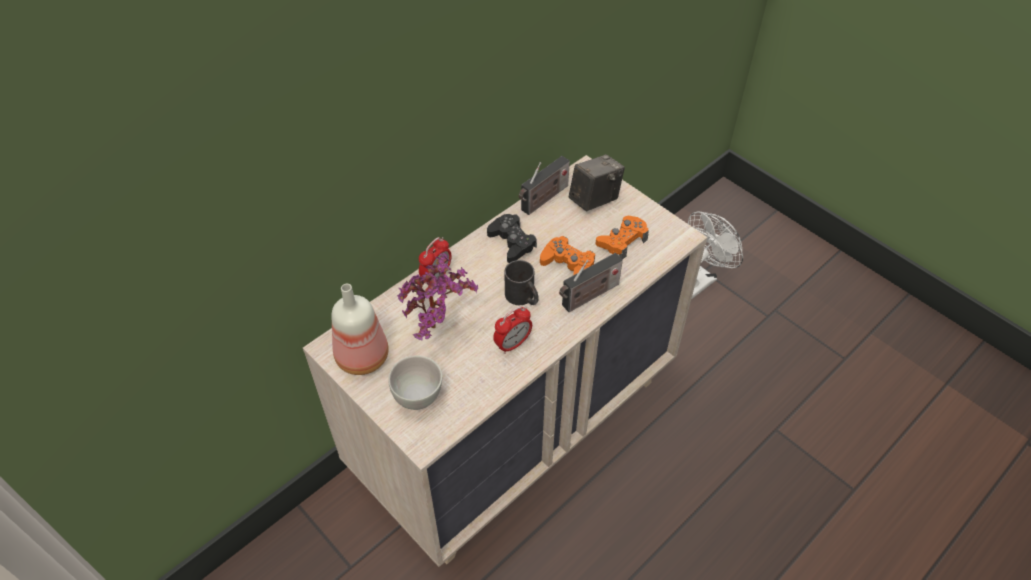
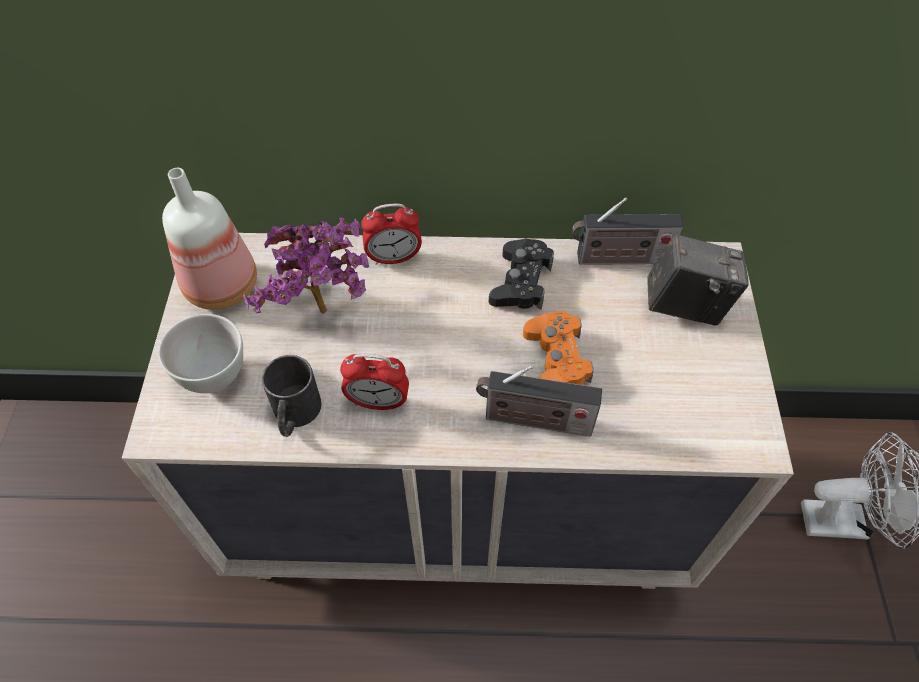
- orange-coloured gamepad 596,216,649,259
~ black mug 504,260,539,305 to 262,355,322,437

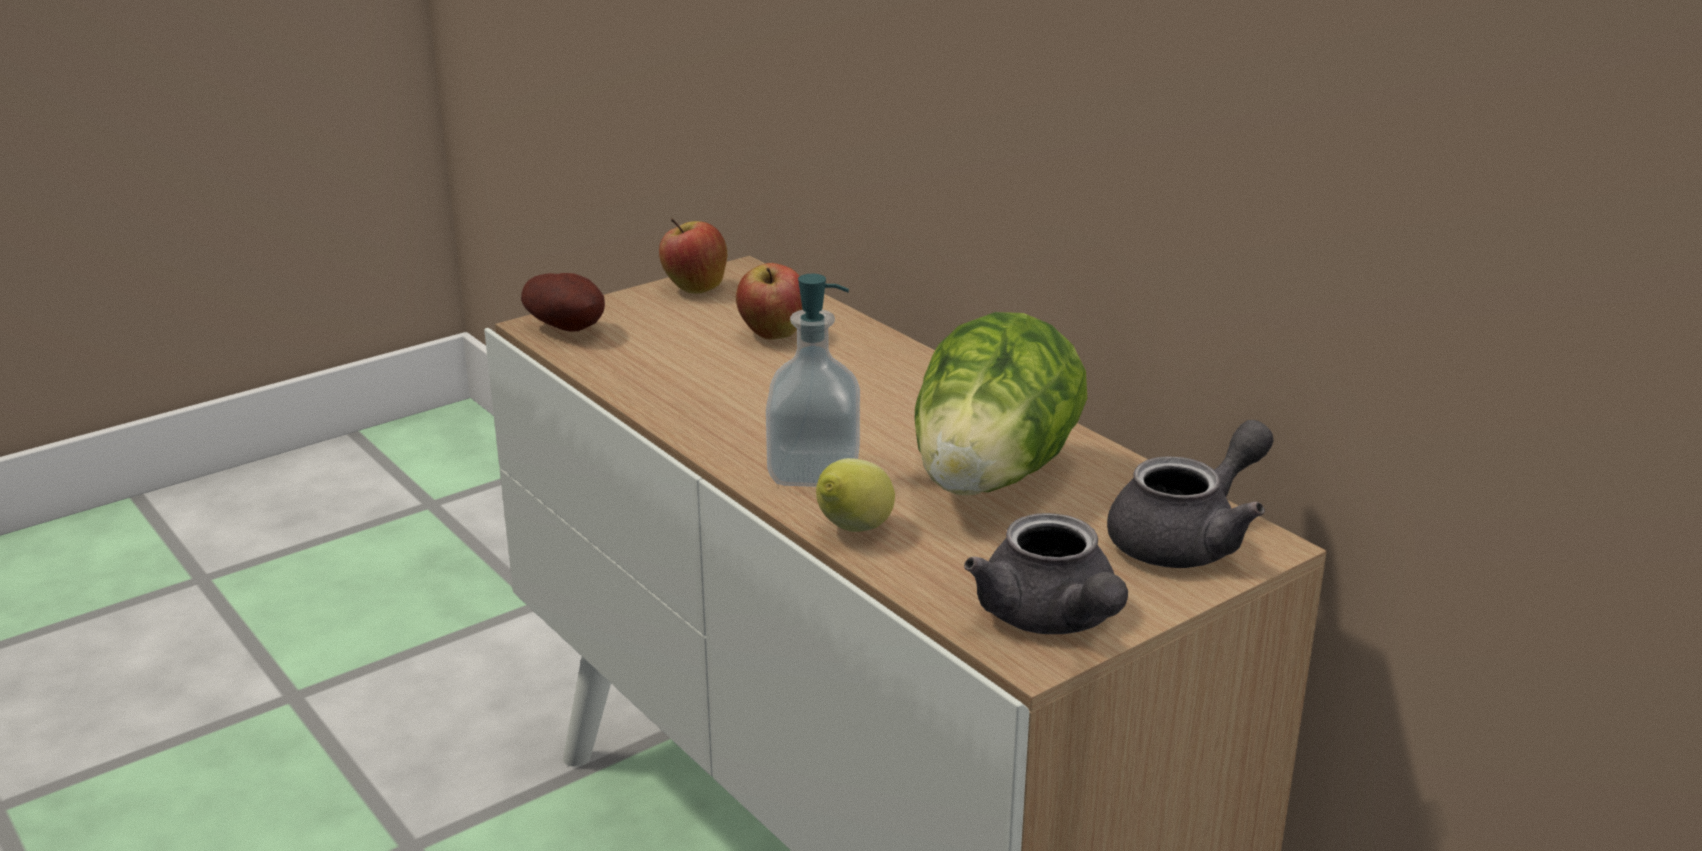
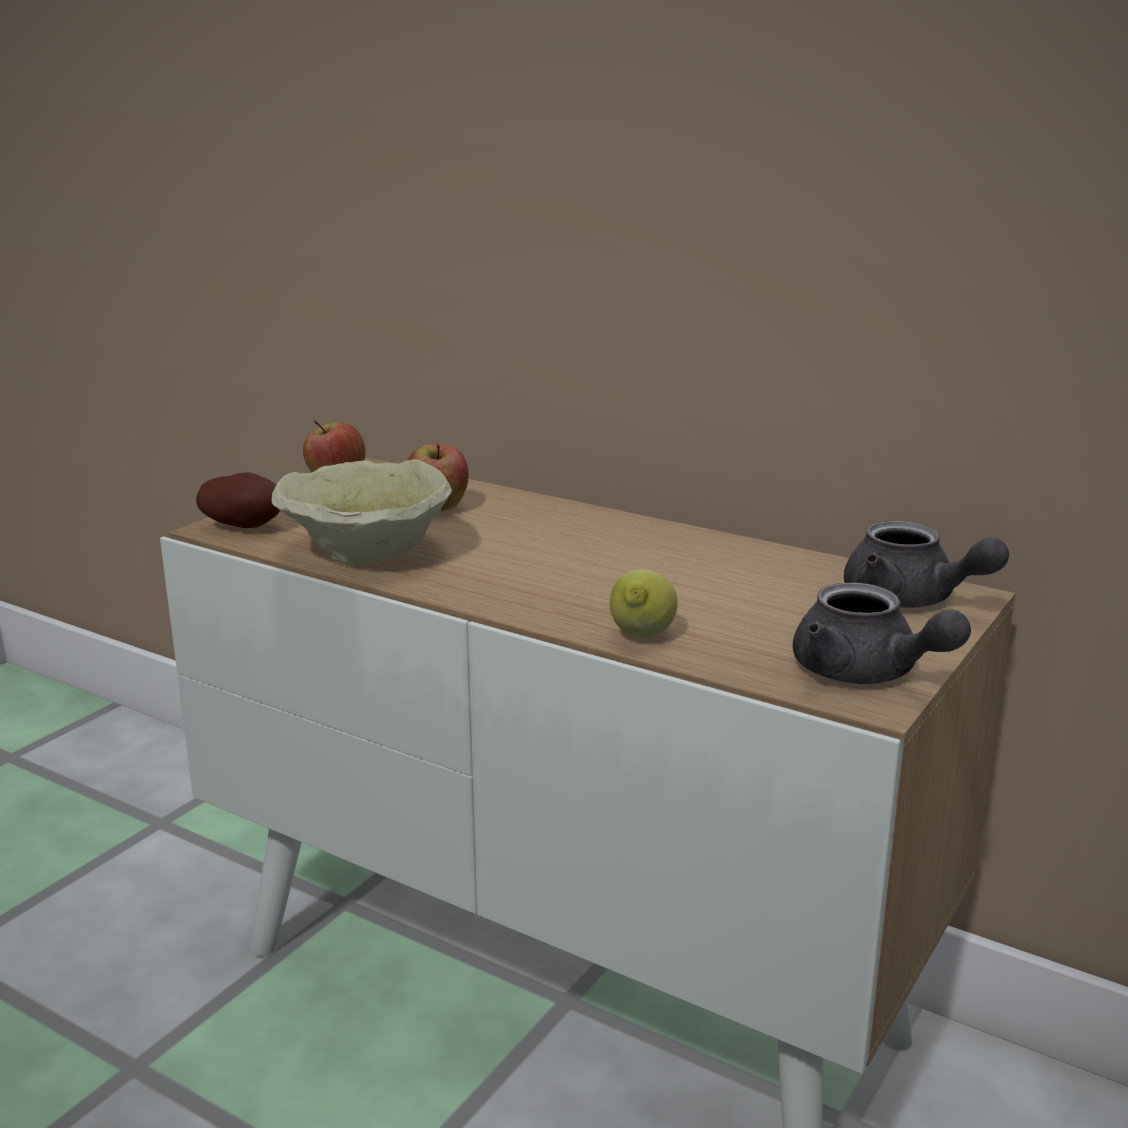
- liquid soap bottle 766,274,860,487
- lettuce head 915,312,1087,495
~ gray teapot 1107,420,1274,568 = 844,521,1009,608 105 degrees clockwise
+ beige-coloured serving bowl 272,459,452,566

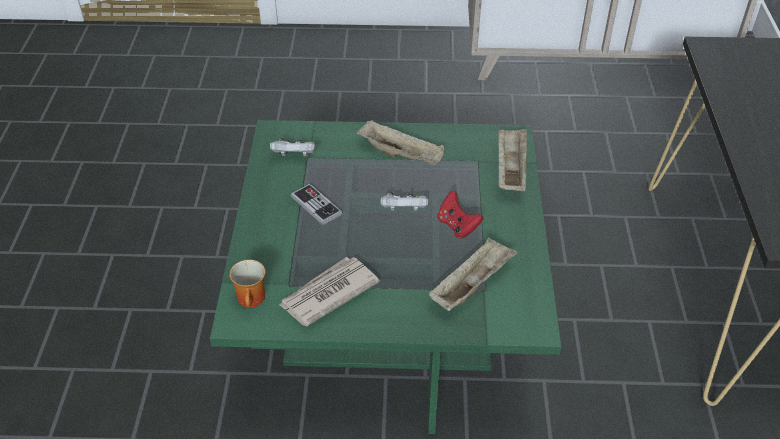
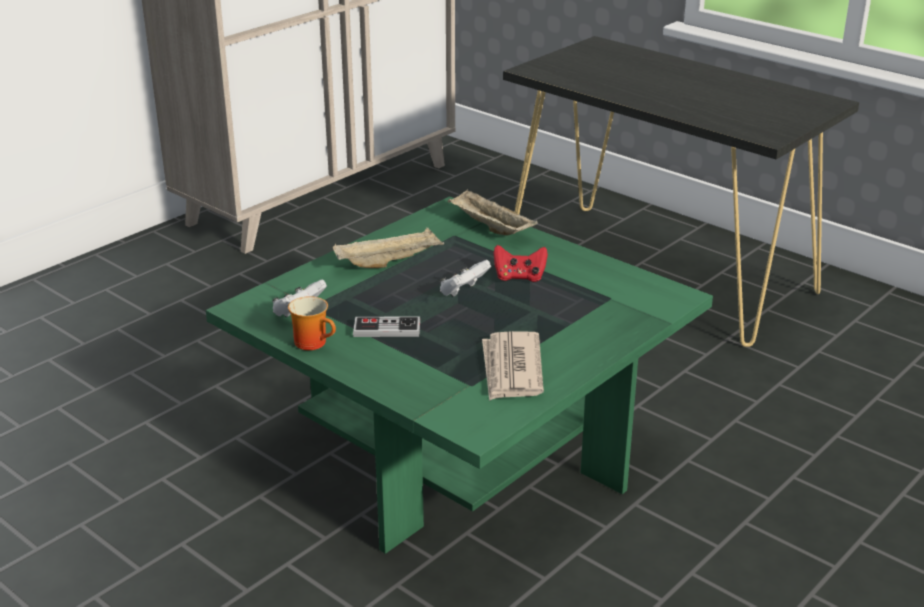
- beige-coloured serving tray 429,238,518,311
~ mug 230,260,265,308 to 288,296,336,350

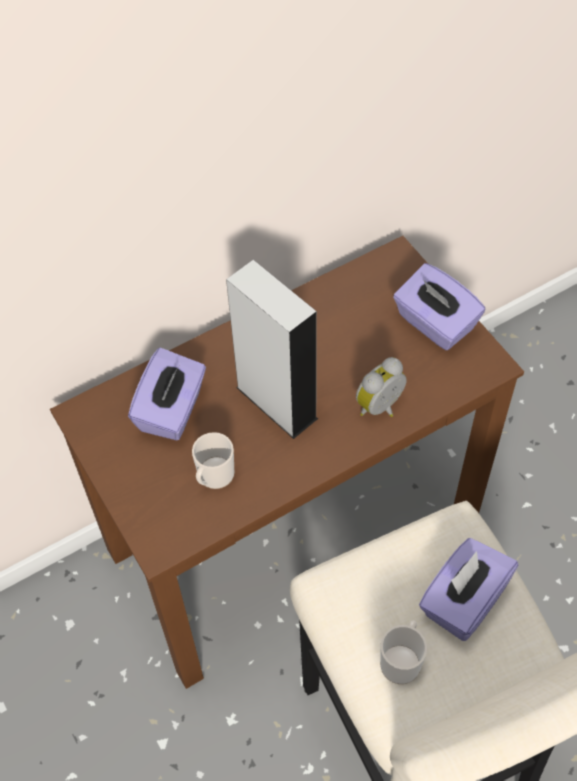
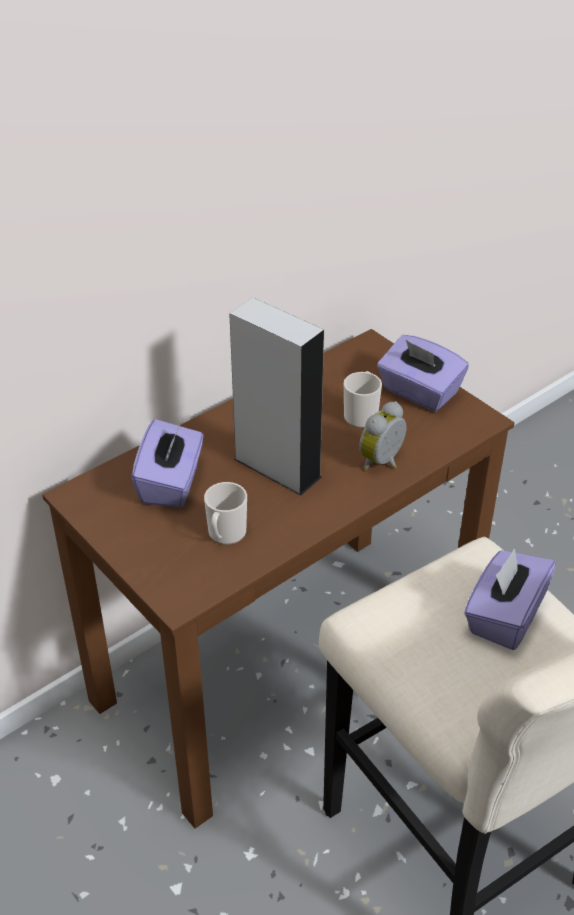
~ mug 380,621,427,684 to 344,371,382,428

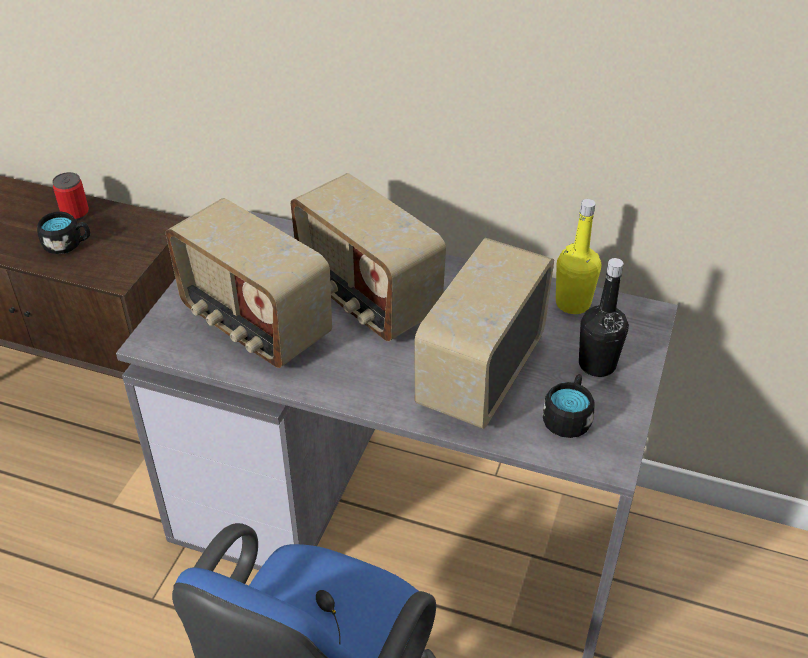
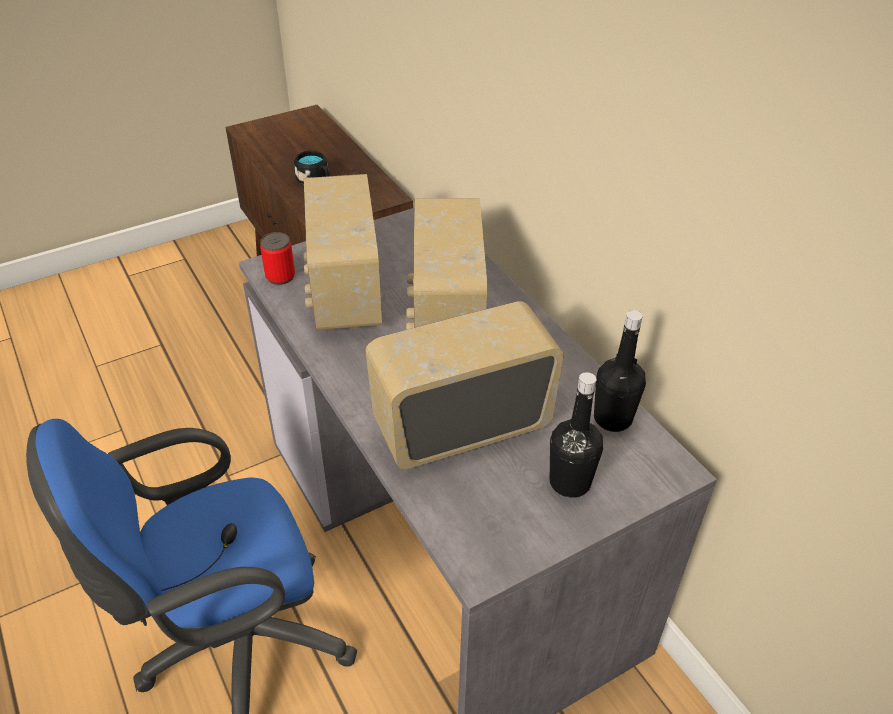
~ metal can 52,172,89,221 to 260,232,295,285
~ yellow drink bottle 556,199,601,314 to black drink bottle 594,310,646,432
- black mug 543,374,595,438

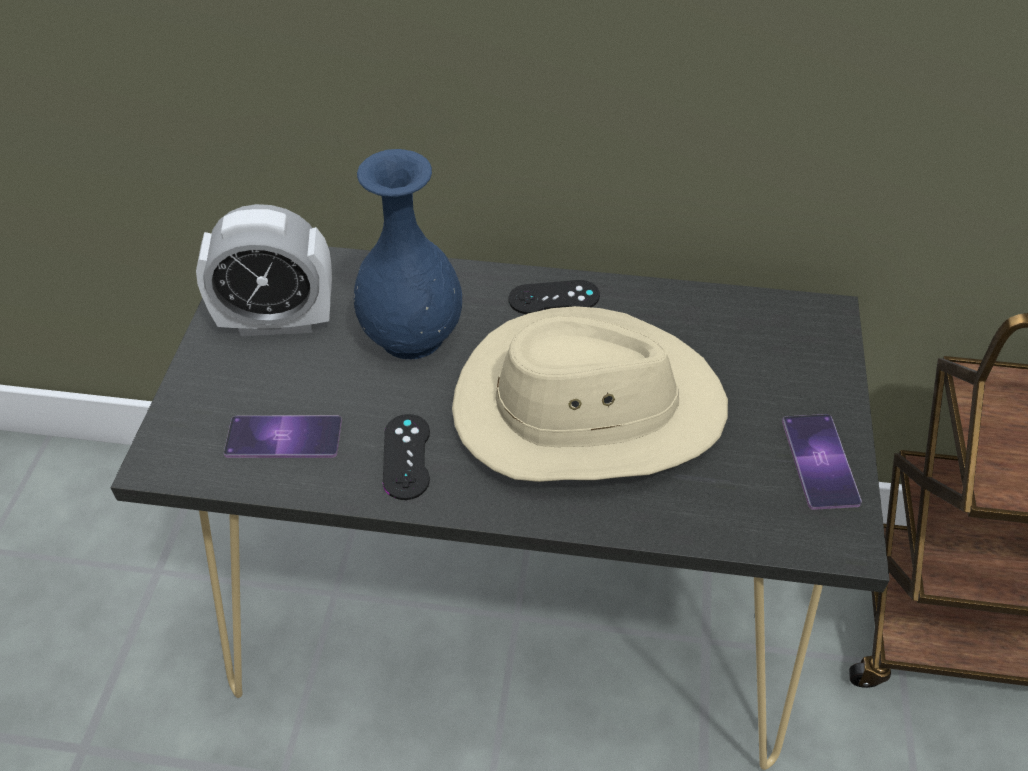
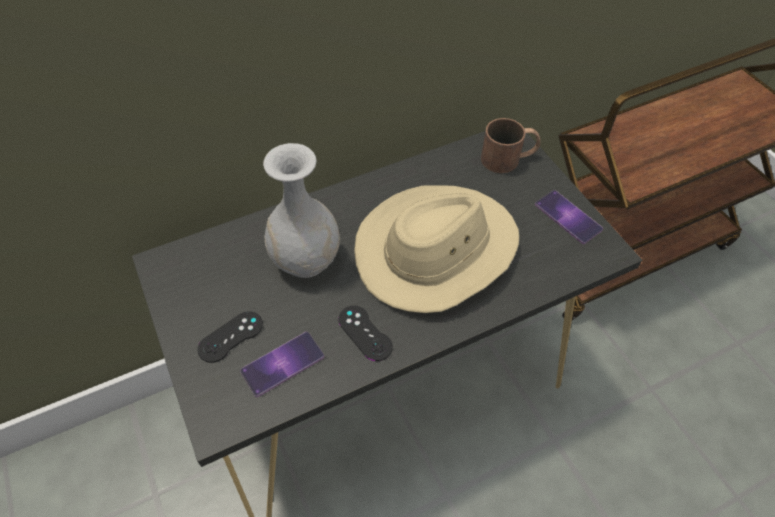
~ bluish flower vase 354,149,462,360 to white-coloured flower vase 263,143,340,278
- table clock 196,204,332,336
~ black gamepad 509,280,600,314 to 197,311,263,363
+ brown-coloured mug 481,118,541,173

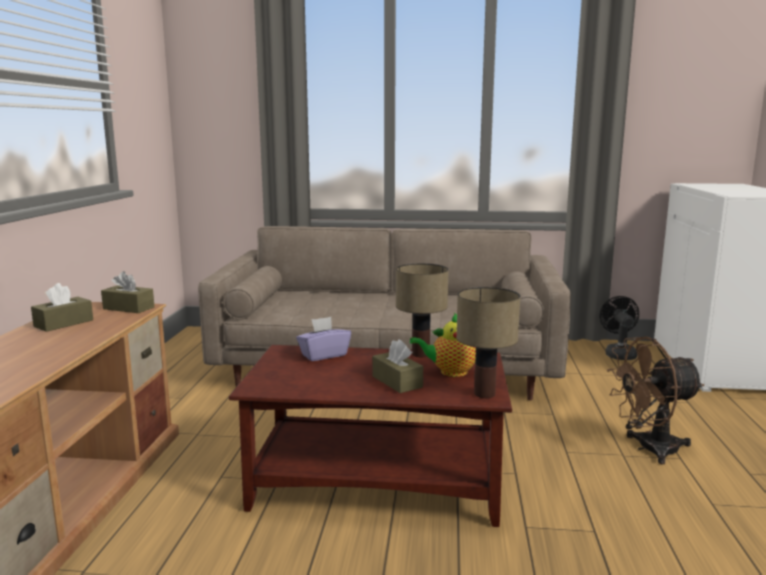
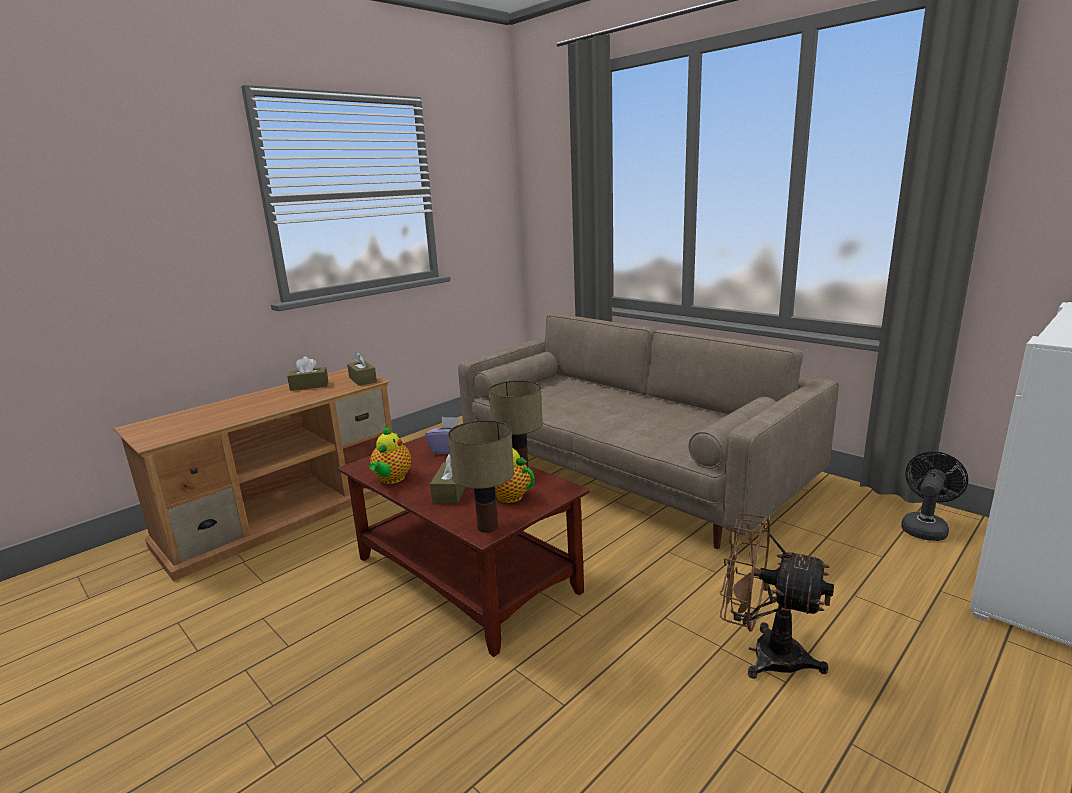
+ teapot 369,426,411,484

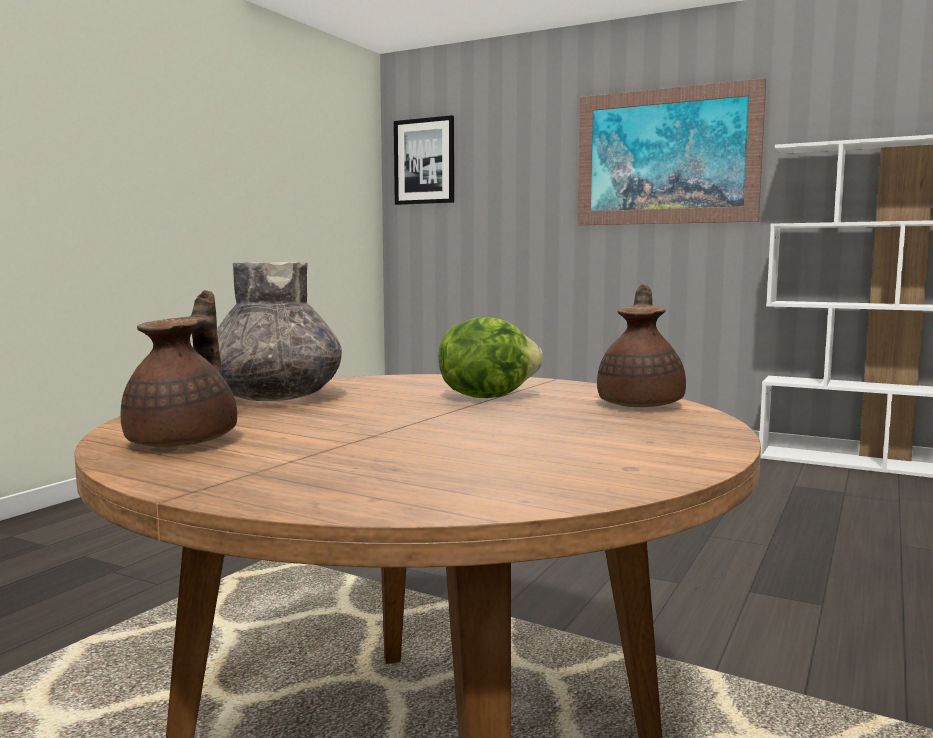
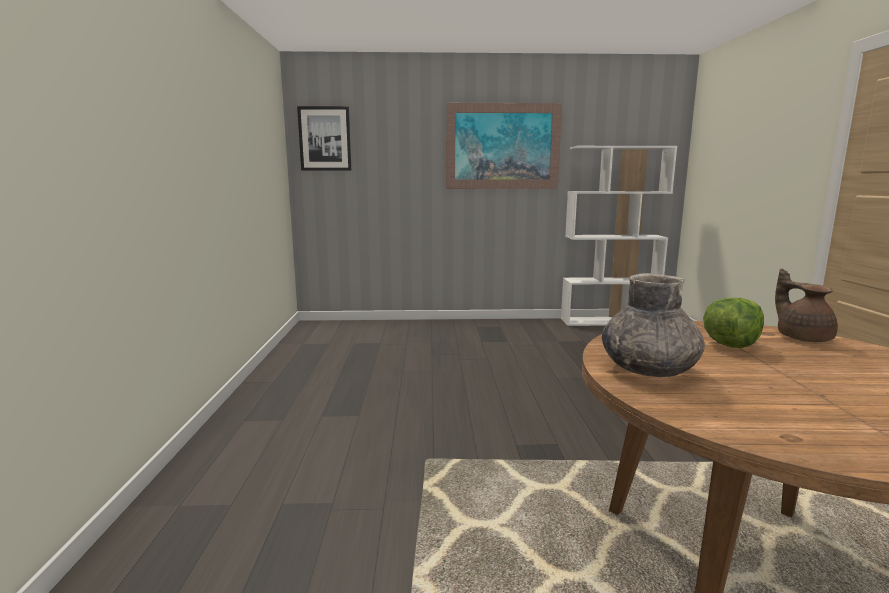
- brown-coloured teapot 120,290,237,447

